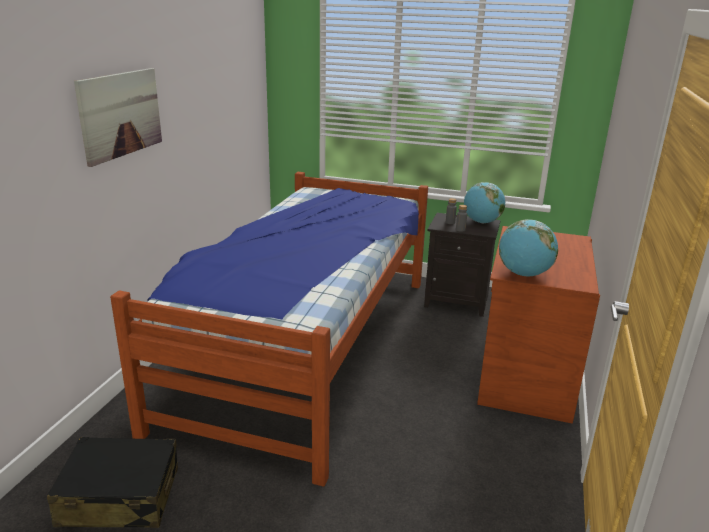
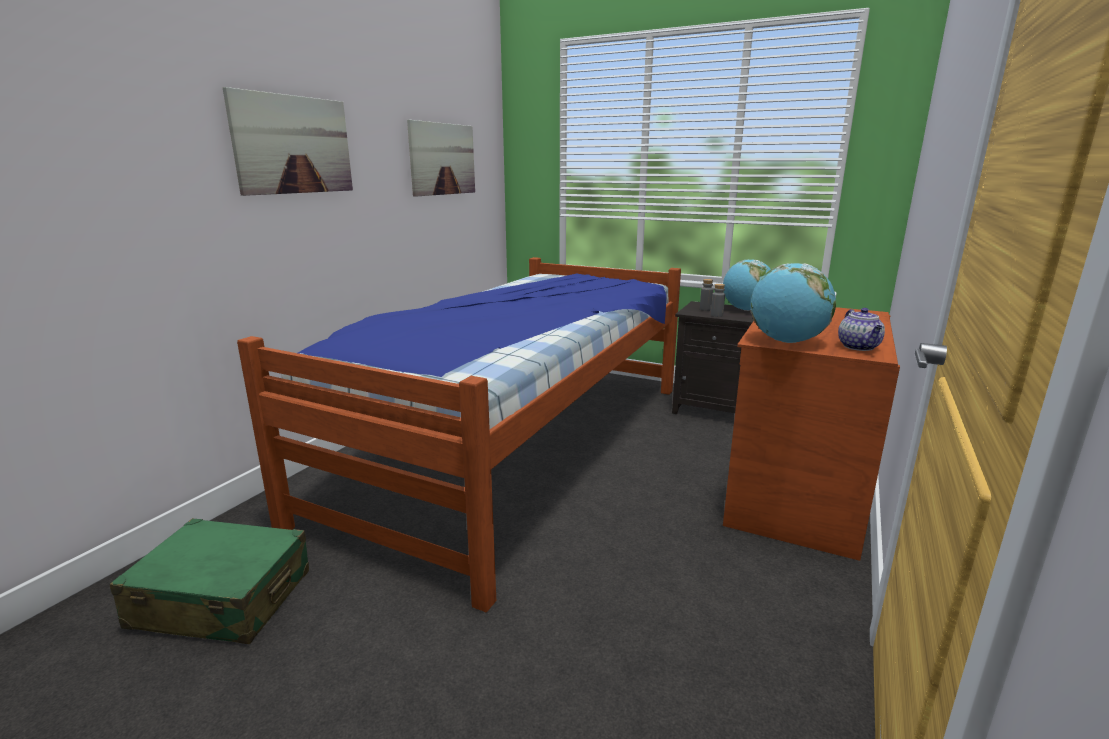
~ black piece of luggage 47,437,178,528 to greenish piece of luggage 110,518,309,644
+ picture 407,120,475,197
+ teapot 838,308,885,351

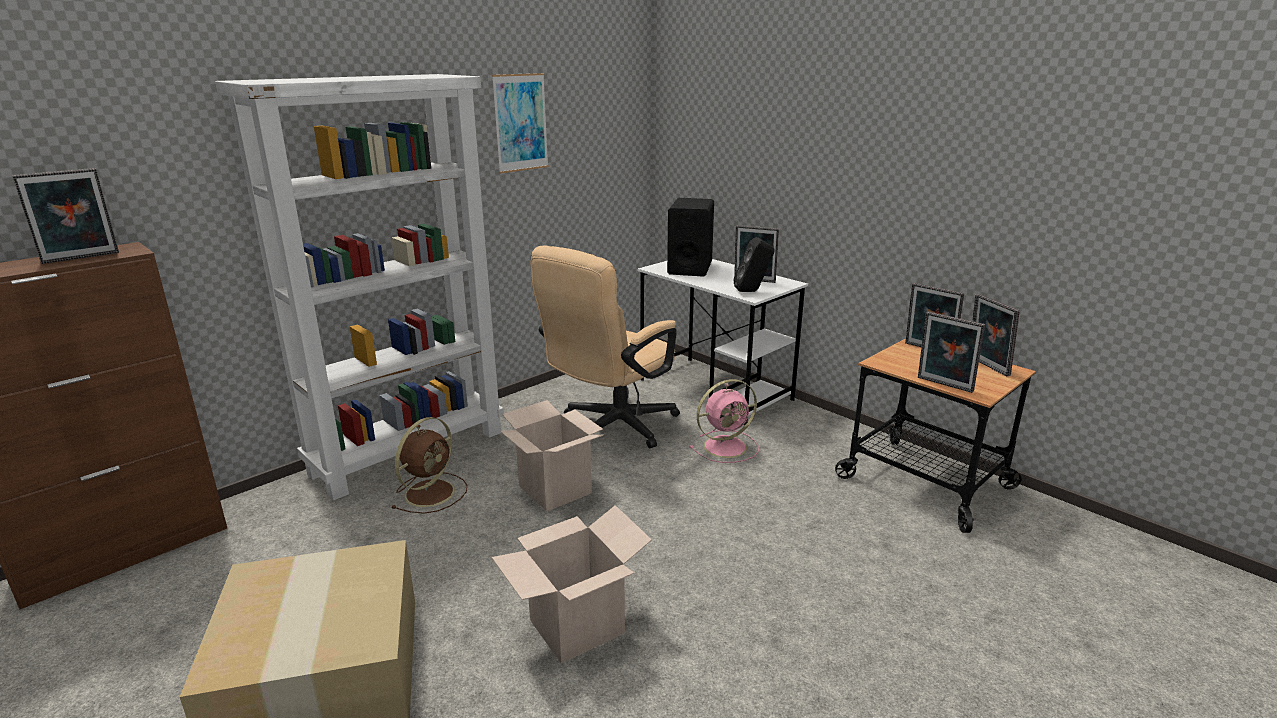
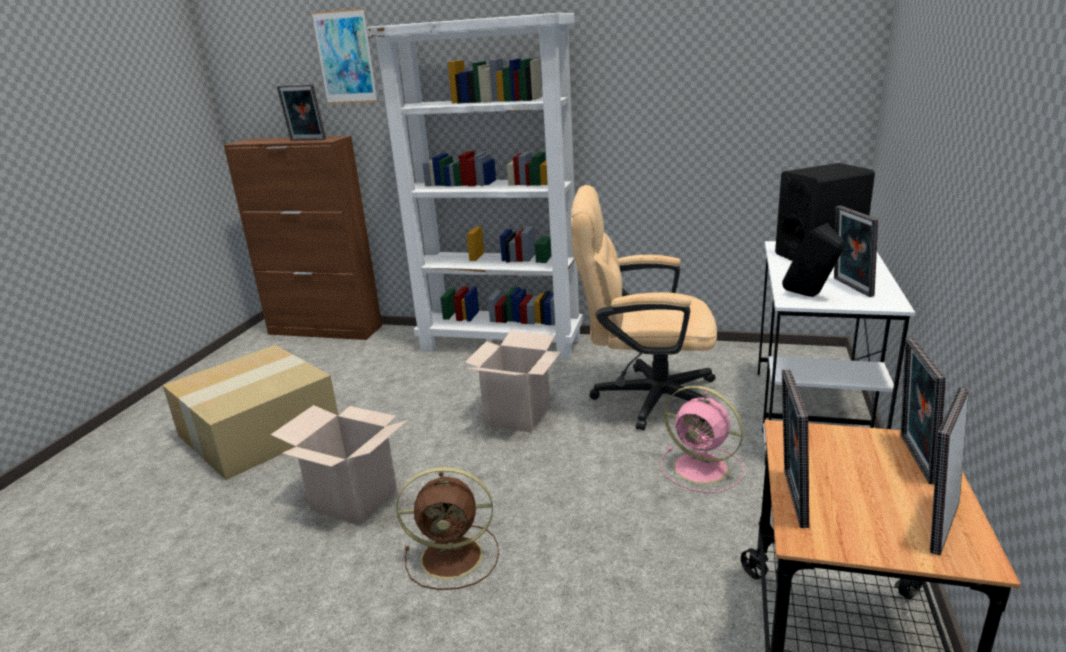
~ picture 492,73,549,173 to 311,8,378,104
~ brown-coloured electric fan 392,417,467,514 to 396,467,499,590

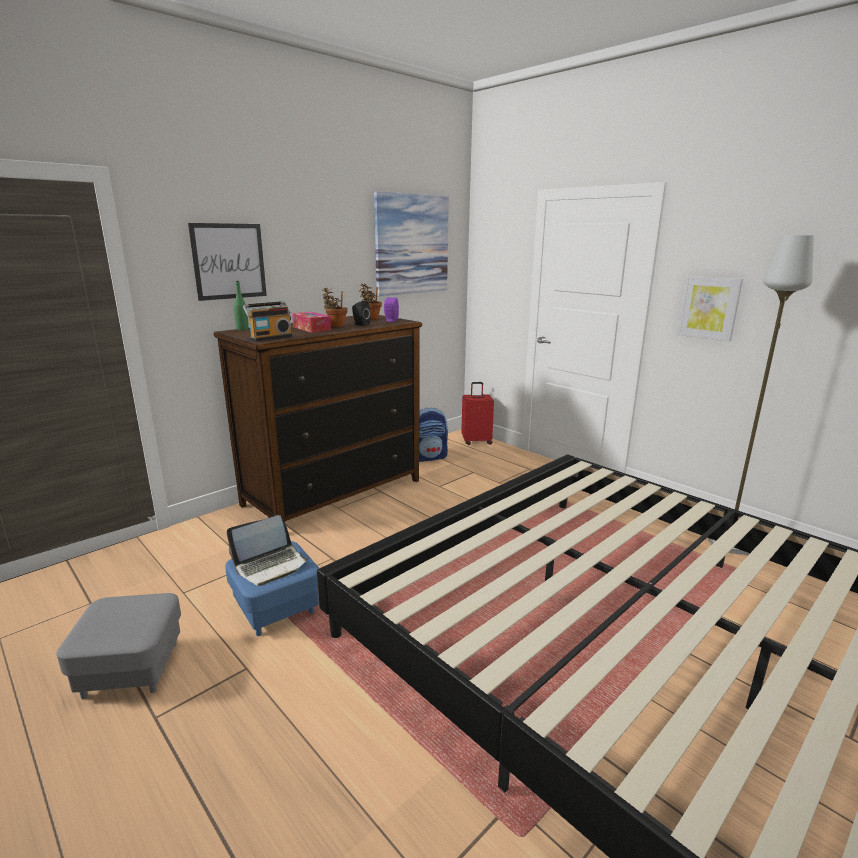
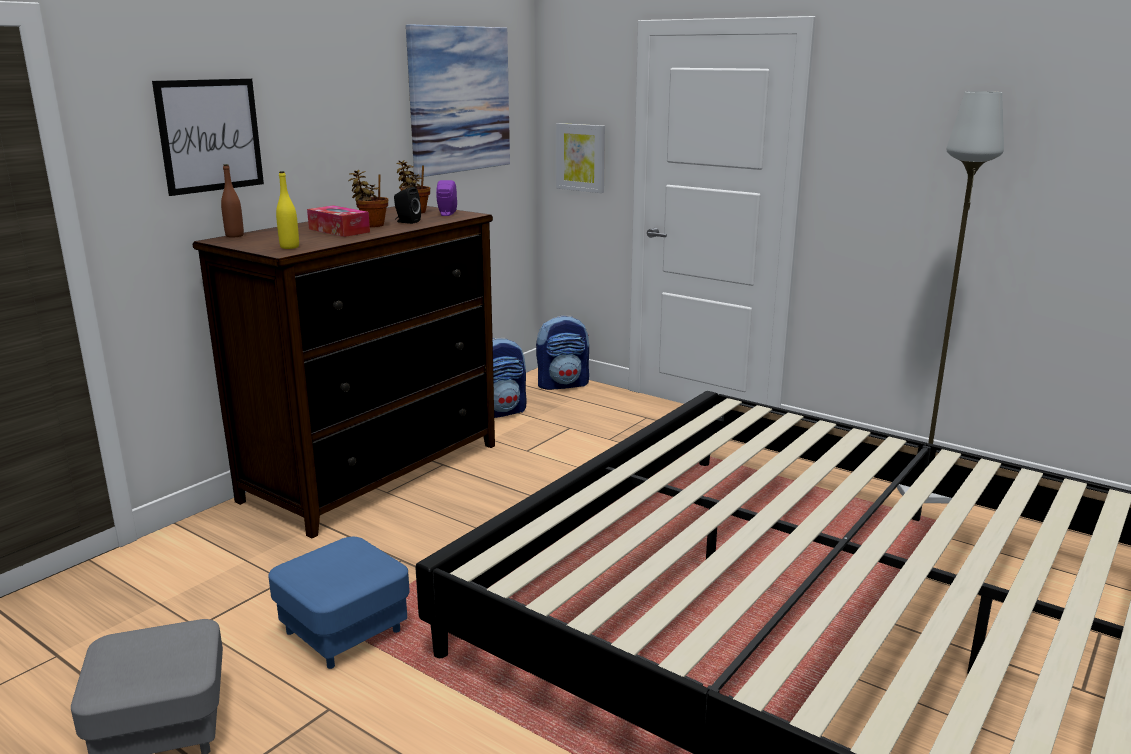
~ picture 677,276,743,342 to 556,123,605,193
~ greenish drink bottle 234,281,249,330 to brown-coloured drink bottle 221,164,244,237
~ radio set 243,301,292,341 to yellow drink bottle 276,171,299,249
~ red piece of luggage 461,382,494,445 to rucksack 536,316,589,390
- portable computer 227,515,308,586

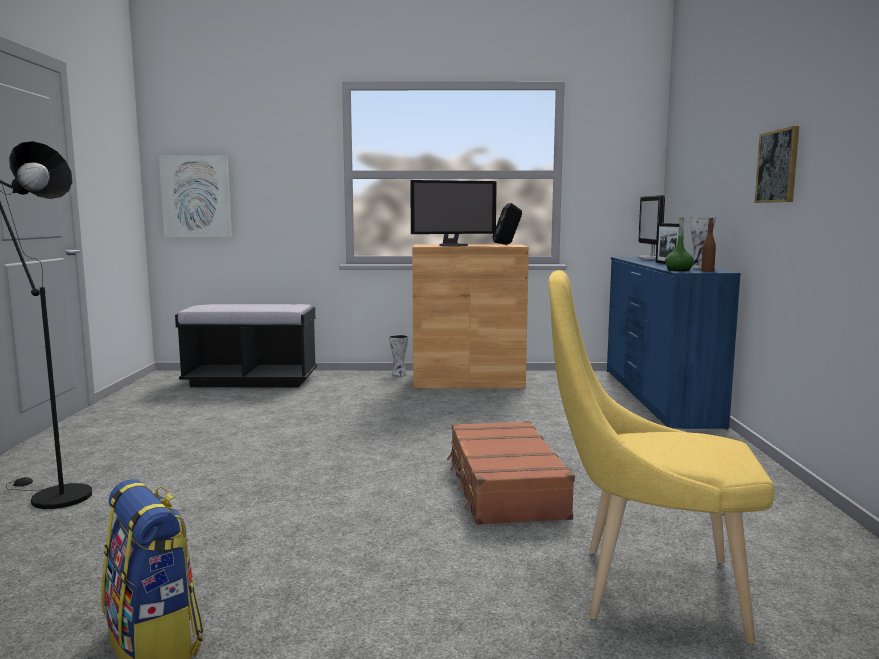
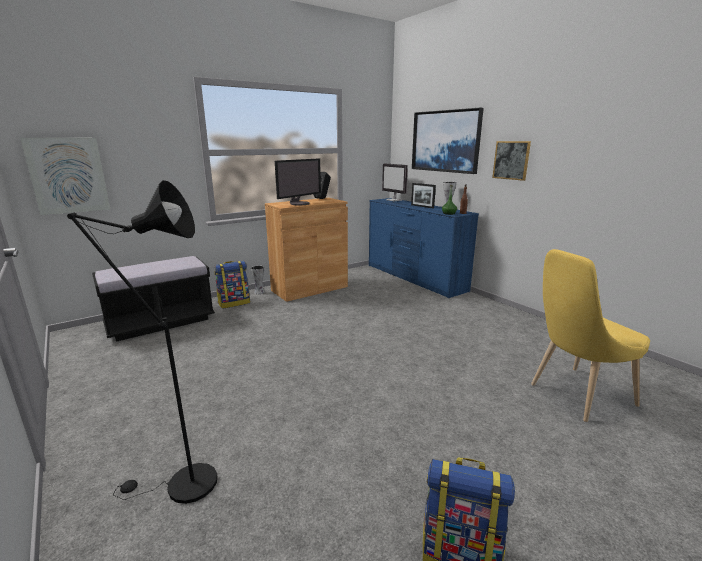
- brown-coloured piece of luggage 447,421,575,525
+ picture 412,108,484,174
+ rucksack 214,261,250,309

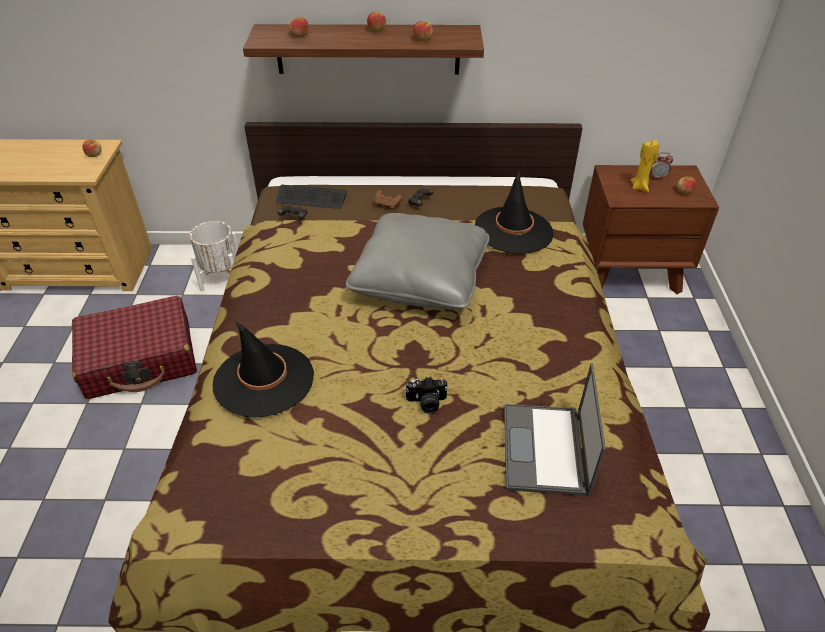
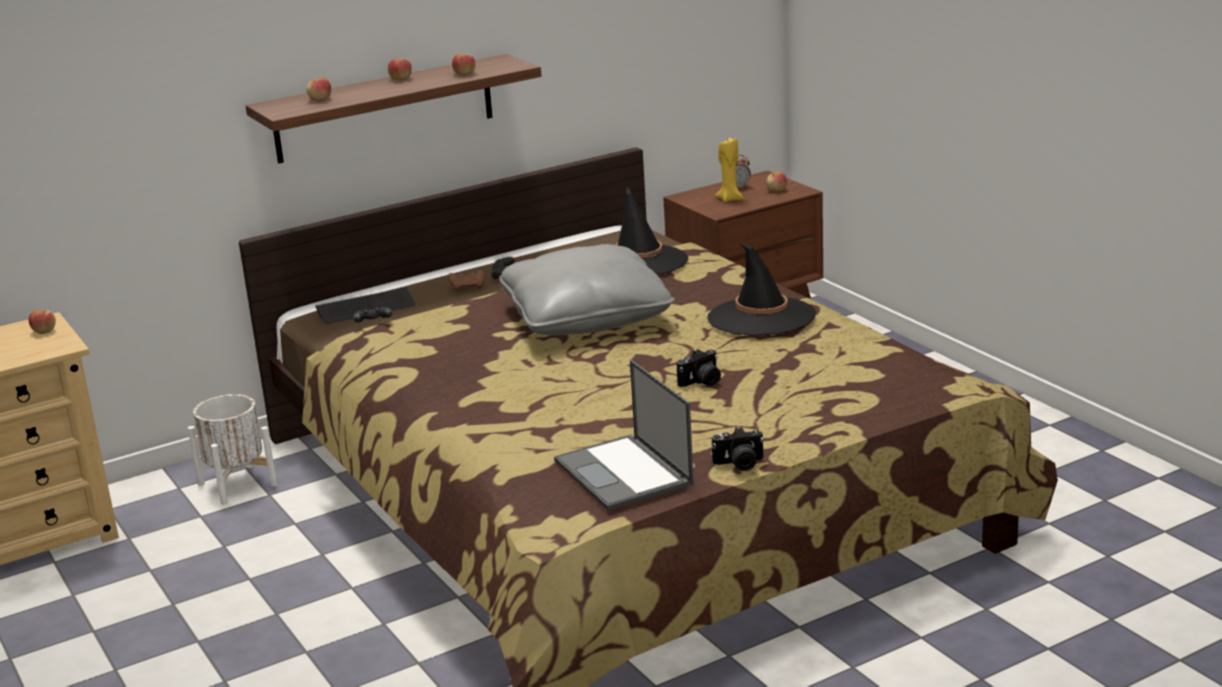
- red piece of luggage 72,296,197,399
~ black wearable hat 213,321,314,418 to 707,243,816,336
~ portable computer 504,363,606,496 to 554,360,694,511
+ photo camera 712,427,764,471

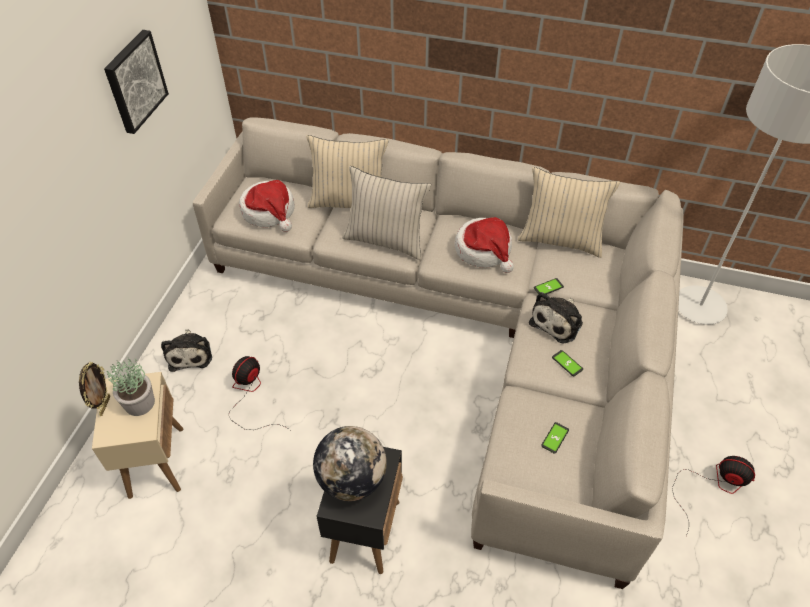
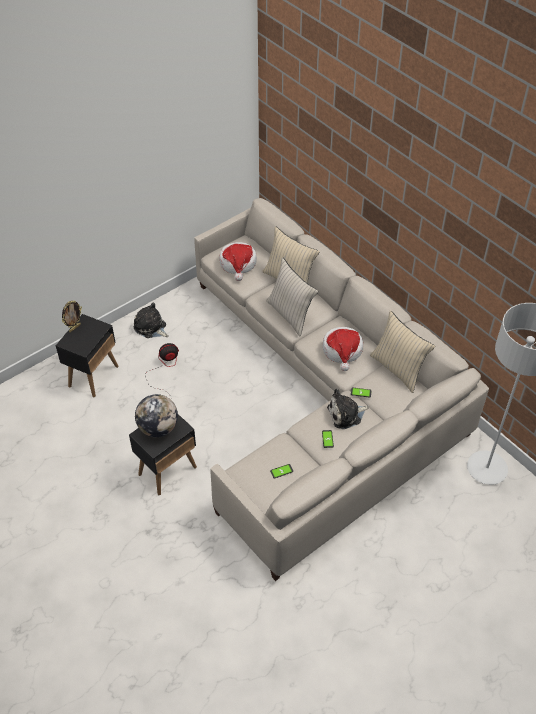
- picture 104,30,169,134
~ plush toy 161,329,212,372 = 133,302,169,338 105 degrees clockwise
- plant in a pot 107,357,155,416
~ beige-coloured side table 92,372,183,499 to black side table 56,314,119,397
- electric fan 672,456,755,536

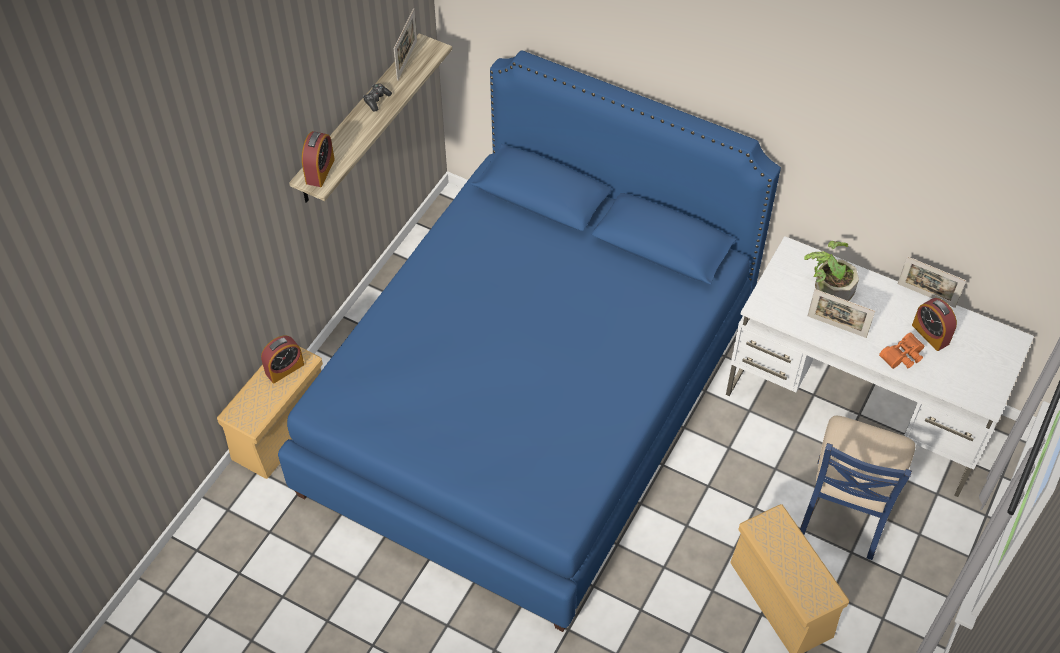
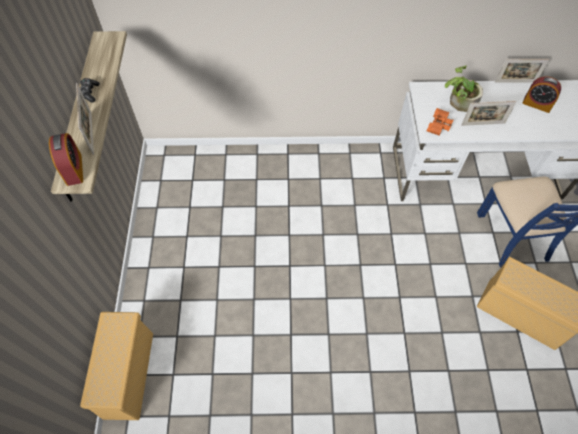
~ standing frame 394,8,417,81 to 76,83,94,155
- bluish bed 278,50,781,632
~ orange-coloured field glasses 879,333,924,369 to 427,108,453,135
- table clock 261,335,304,383

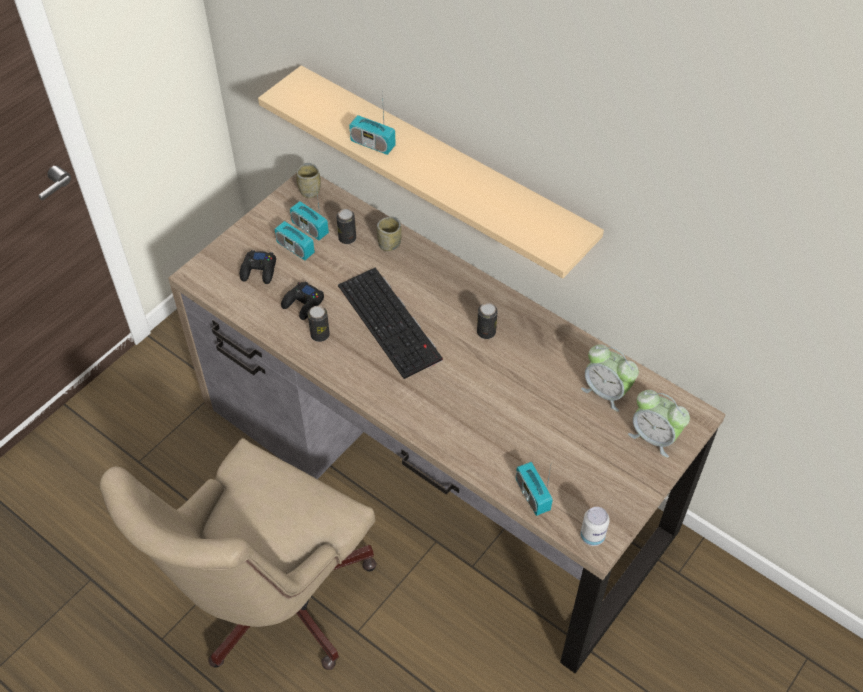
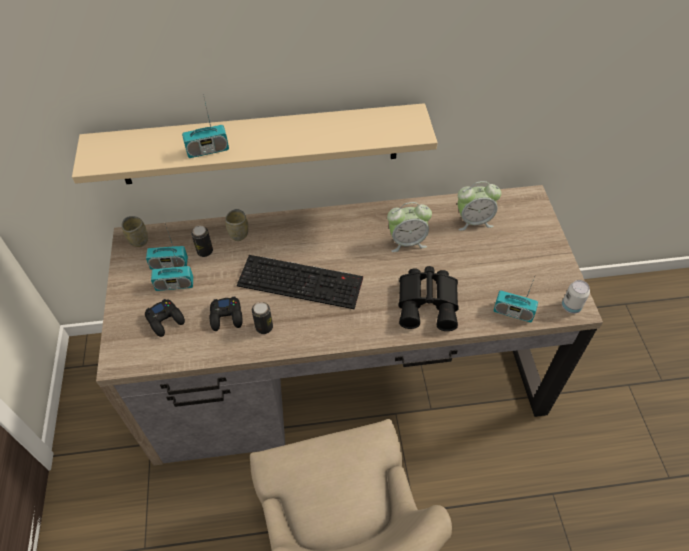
- metal can 477,303,498,339
~ table clock 628,390,690,458 to 387,202,432,252
+ black field glasses 398,266,459,331

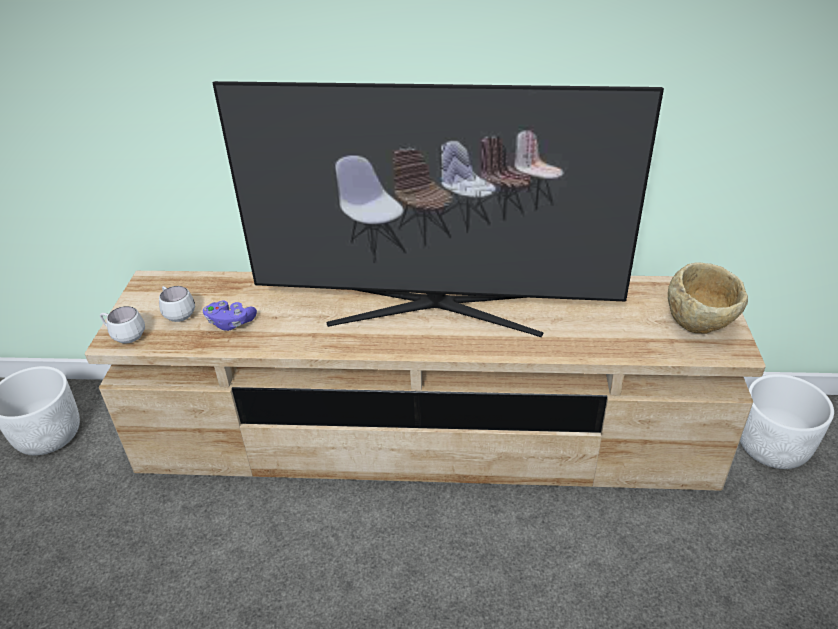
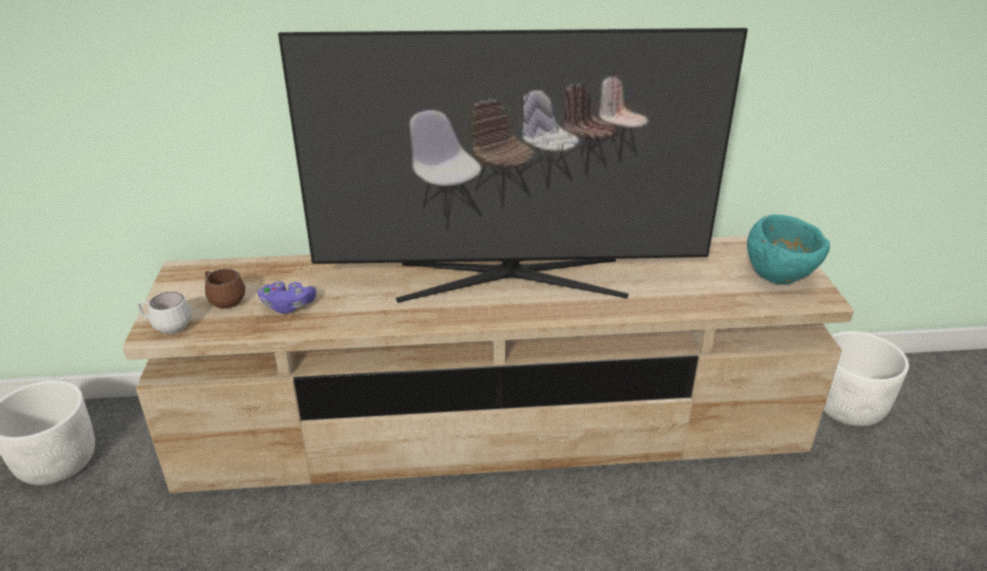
~ beige-coloured serving bowl 668,262,748,334 to blue-green serving bowl 747,215,830,284
~ white-coloured mug 159,286,195,322 to brown-coloured mug 205,268,245,308

